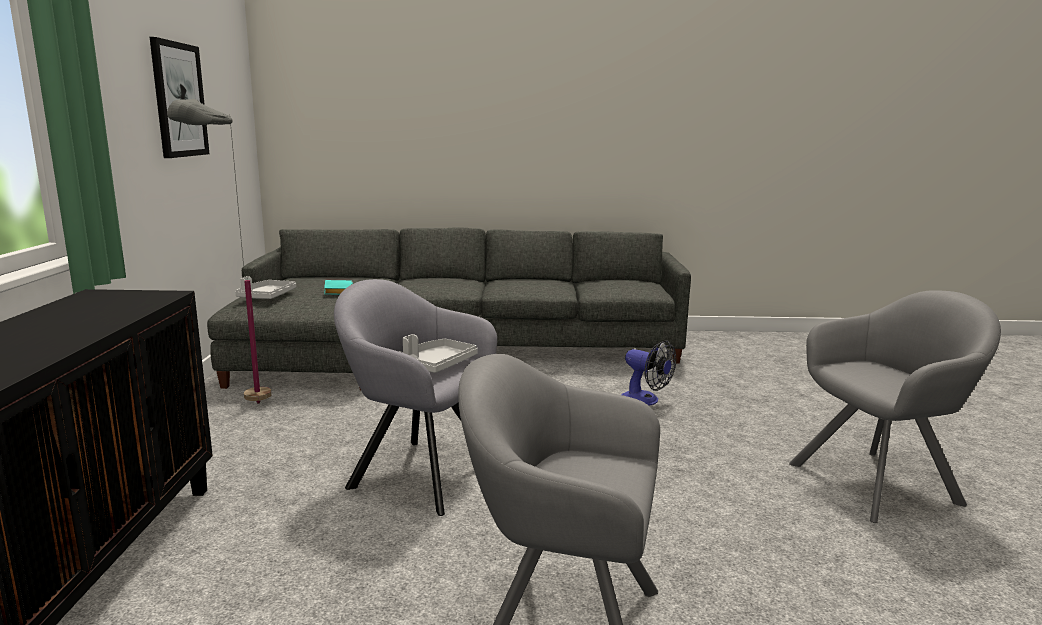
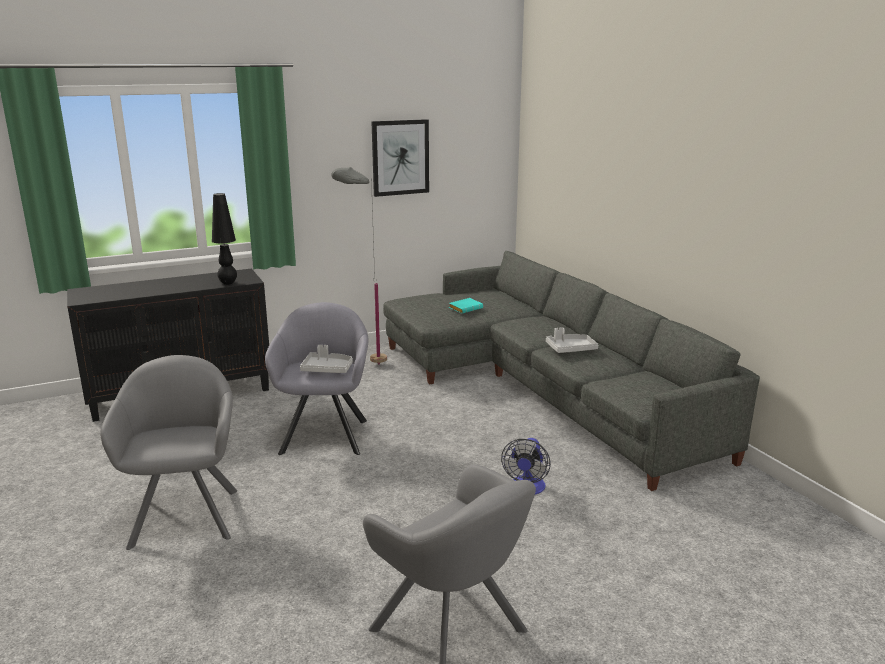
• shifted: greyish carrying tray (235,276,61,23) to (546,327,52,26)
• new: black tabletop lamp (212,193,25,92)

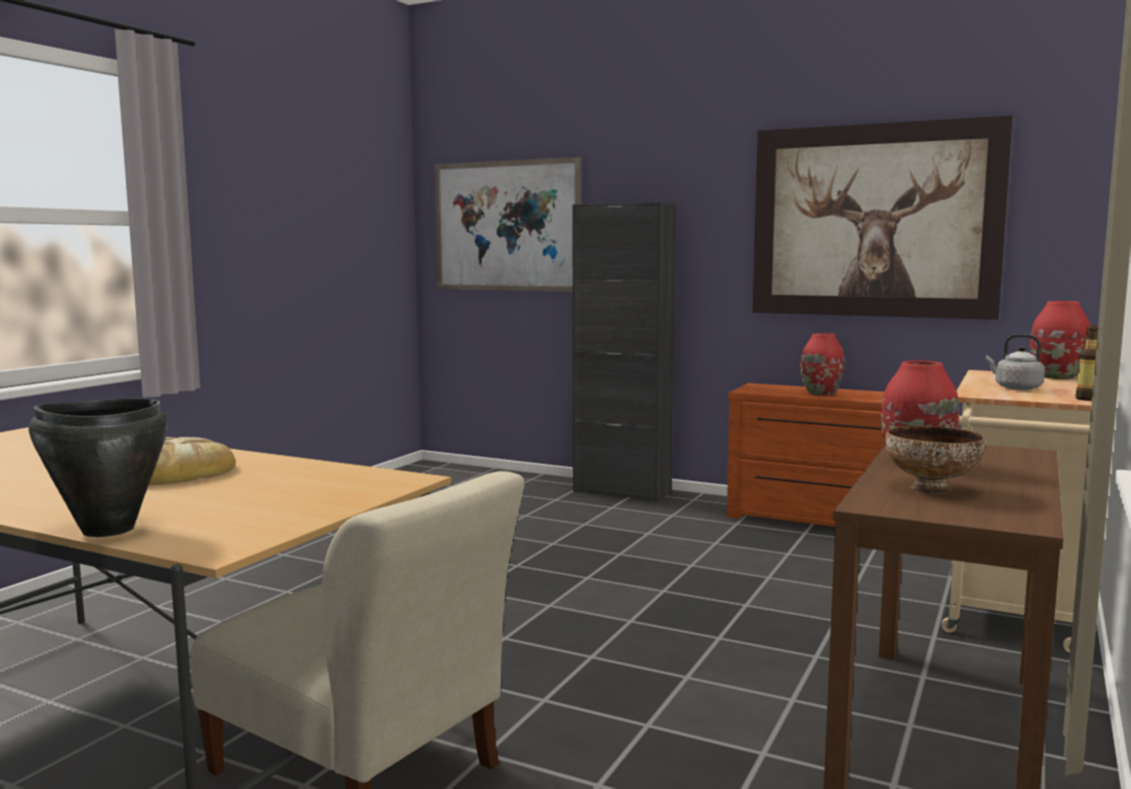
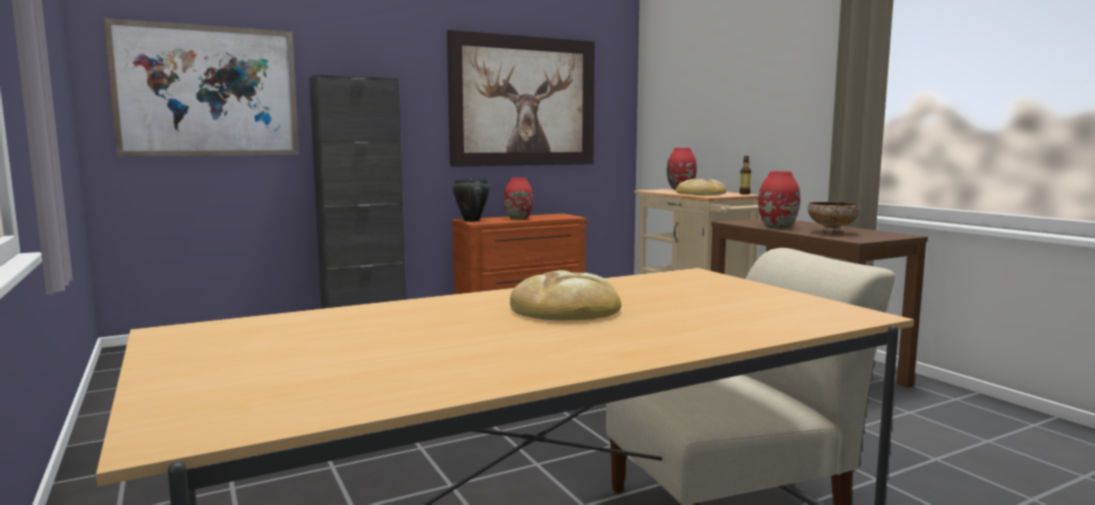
• shifted: black saucepot (29,398,139,139) to (452,179,38,43)
• swapped: greyish water kettle (986,334,59,56) to bakery bread (676,179,51,16)

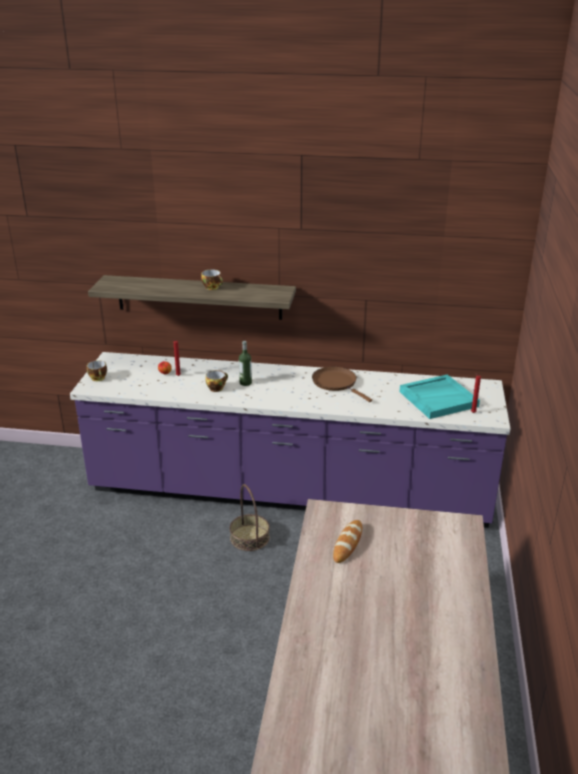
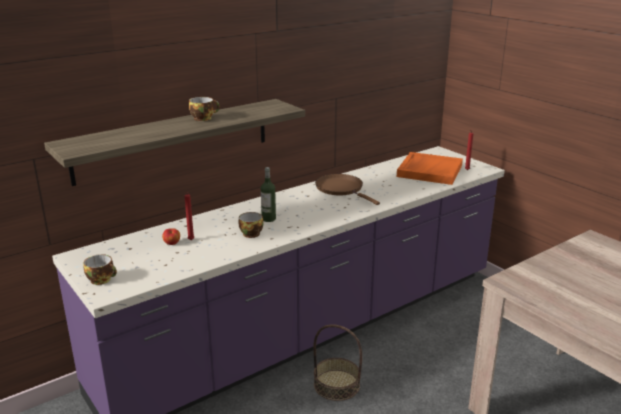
• rotated: brownish skillet (312,367,60,35) = (315,174,65,31) 45 degrees clockwise
• gone: bakery bread (333,520,29,43)
• repainted: turquoise-coloured carrying tray (400,374,80,45) to orange-coloured carrying tray (397,152,66,33)

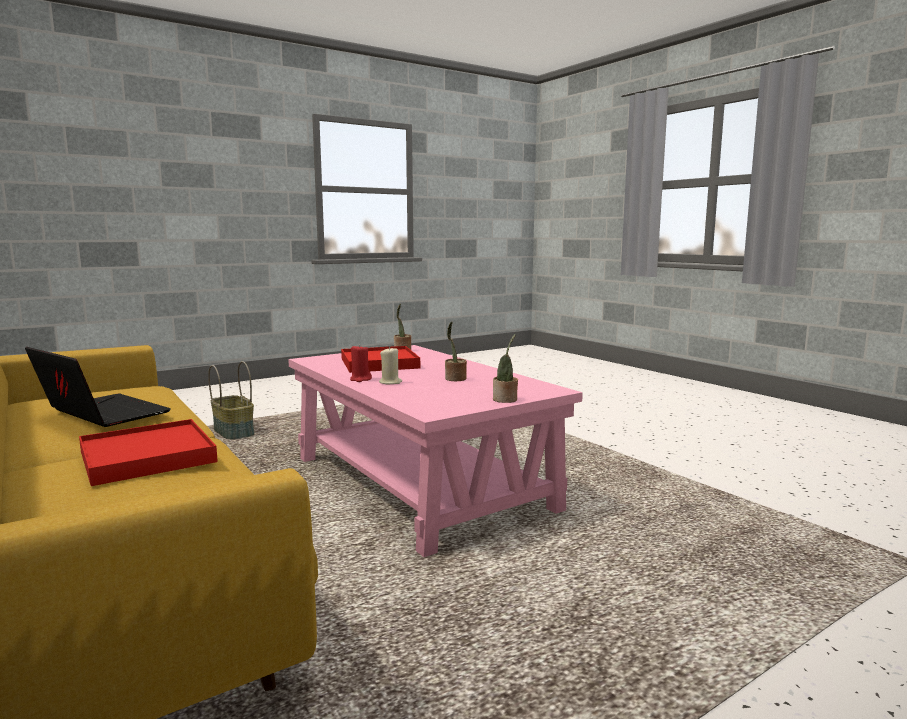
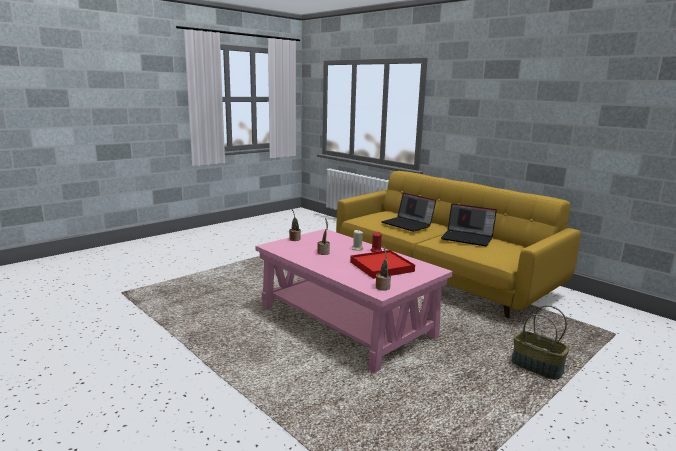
• swapped: red carrying tray (79,419,139,67) to portable computer (381,193,55,39)

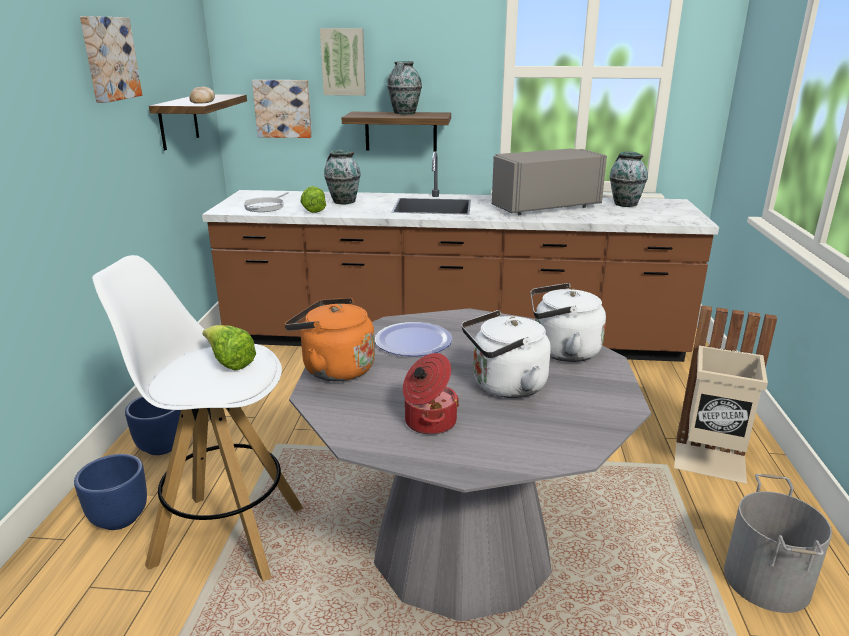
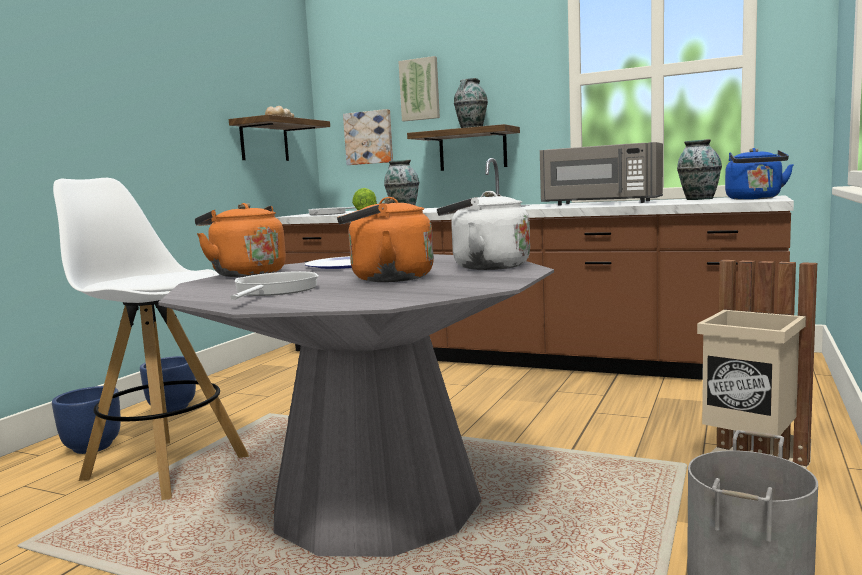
• gone: picture (80,16,62,87)
• gone: lettuce head (202,325,54,46)
• swapped: saucepot (403,353,56,82) to skillet (230,271,88,29)
• repainted: white-coloured water kettle (461,310,90,88) to orange-coloured water kettle (337,197,97,85)
• rotated: greyish microwave (492,148,115,68) = (540,142,123,64) 150 degrees counterclockwise
• new: blue water kettle (725,148,69,52)

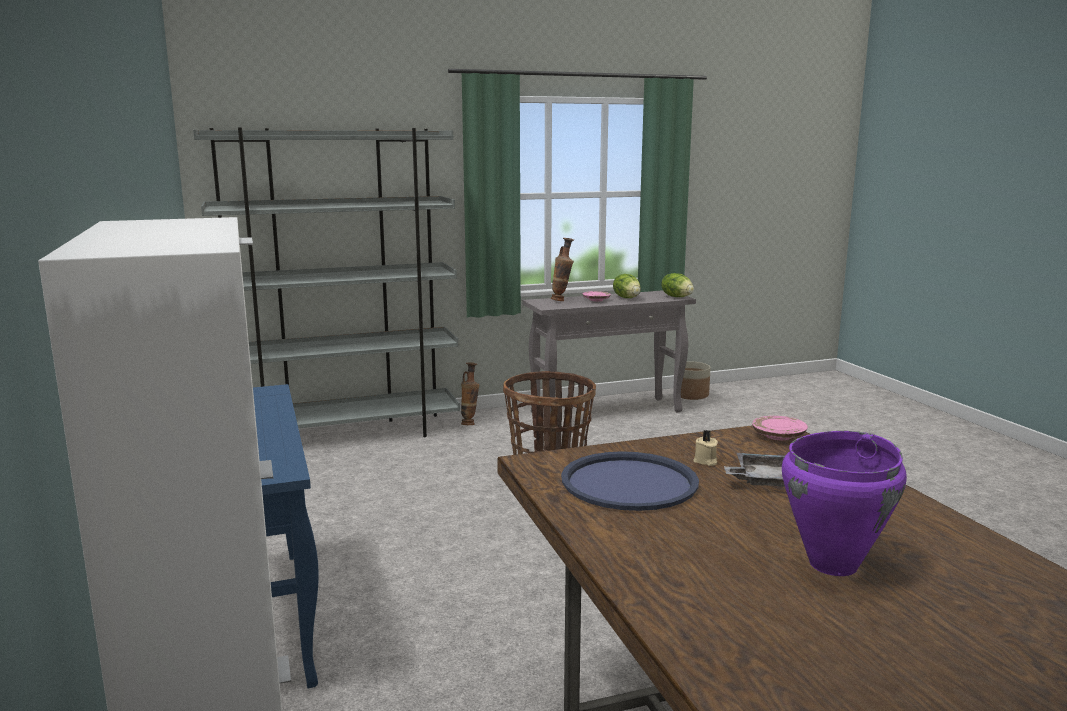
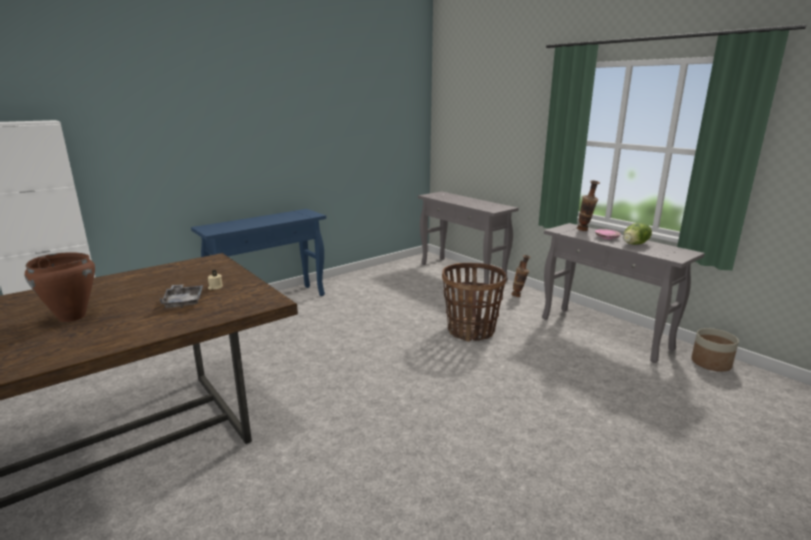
• swapped: greyish bookcase (193,127,267,310) to greyish hall table (418,191,101,93)
• gone: blue carrying tray (561,451,138,60)
• gone: lettuce head (661,273,33,24)
• gone: pink-coloured flat dish (752,416,56,24)
• repainted: purple saucepot (782,431,125,145) to brownish saucepot (25,252,70,70)

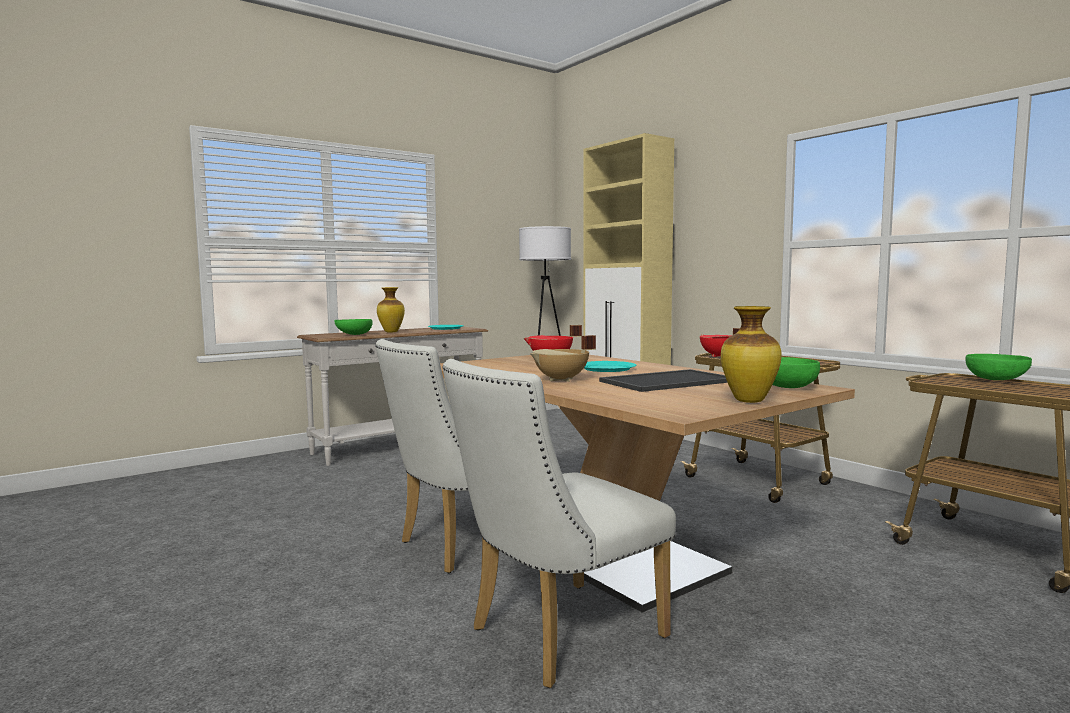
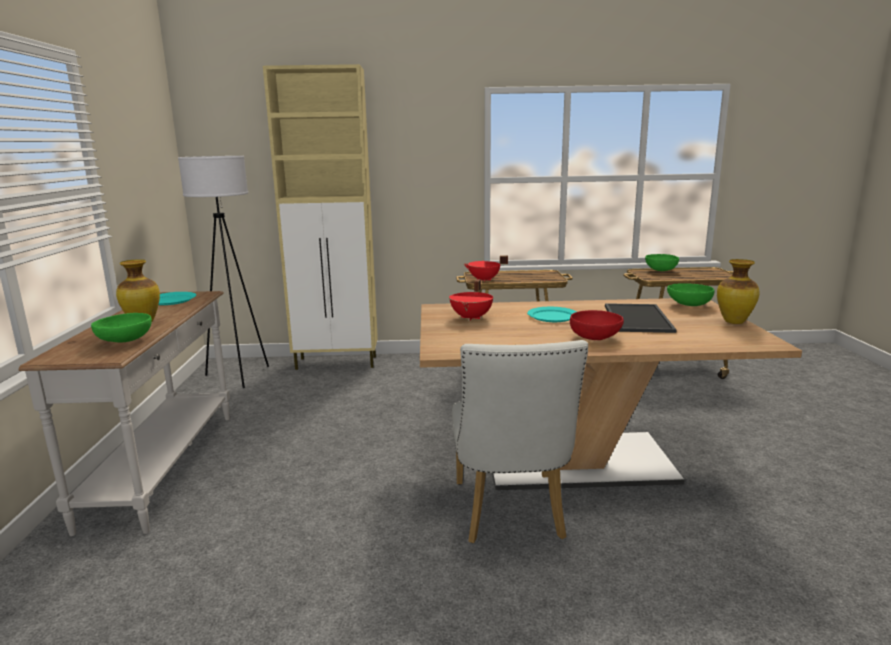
• gone: white-coloured plain chair (443,359,233,329)
• swapped: beige saucepot (530,335,66,47) to red bowl (570,310,54,30)

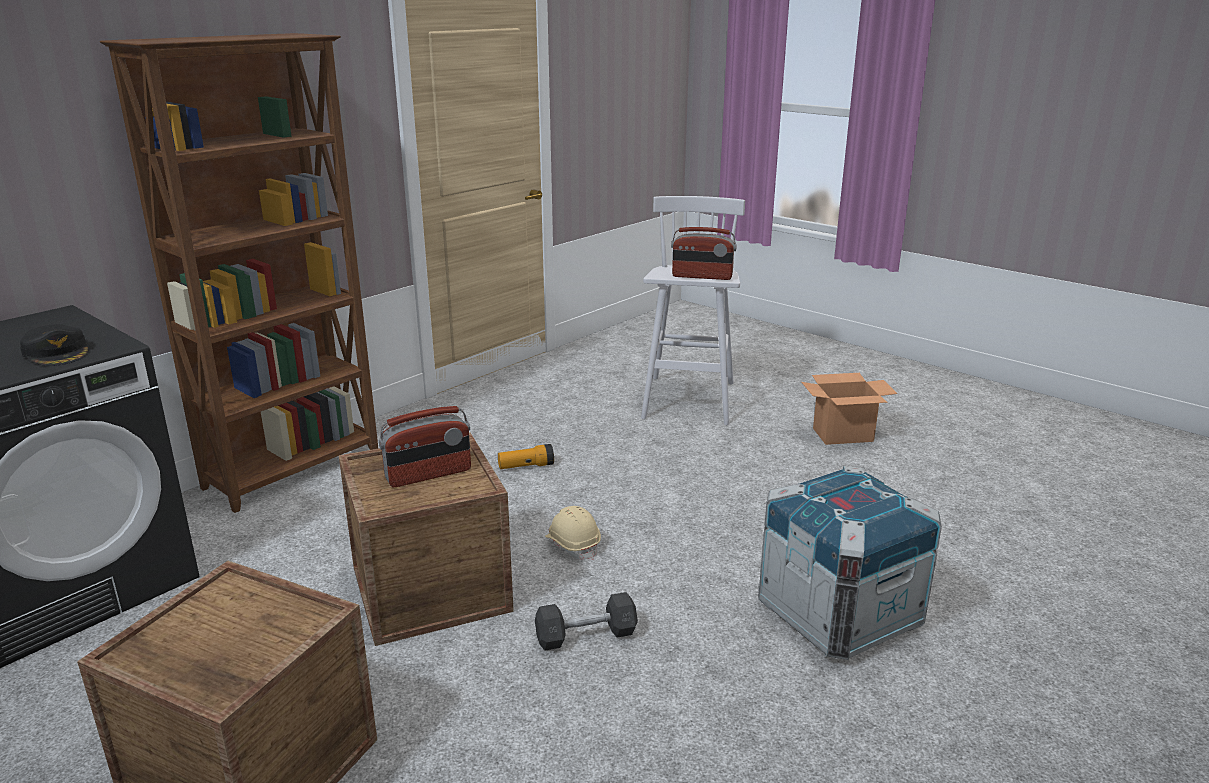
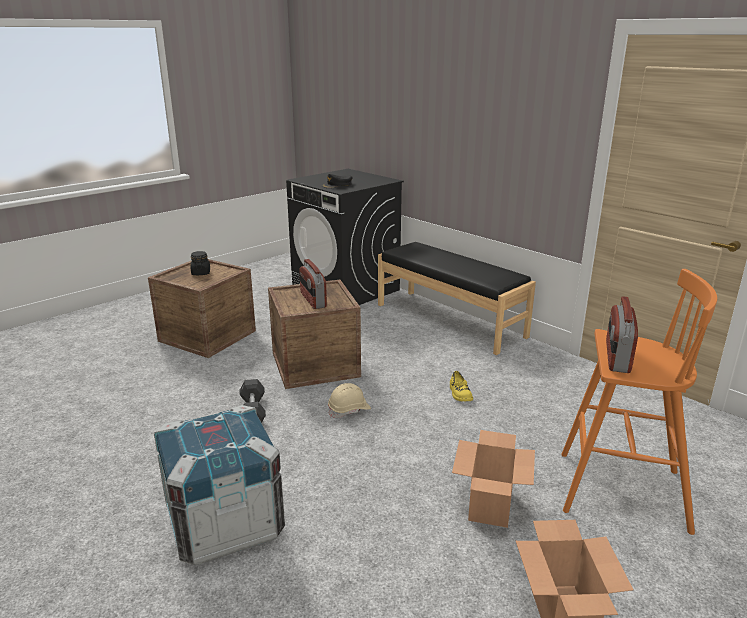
• swapped: brownish bookcase (100,33,278,480) to black indoor bench (378,242,158,113)
• swapped: torch (498,444,56,25) to yellowish shoe (450,371,23,31)
• repainted: white-coloured stool seat (641,196,104,229) to orange-coloured stool seat (561,269,156,266)
• new: black preserve jar (190,251,20,24)
• new: carton (452,430,83,98)

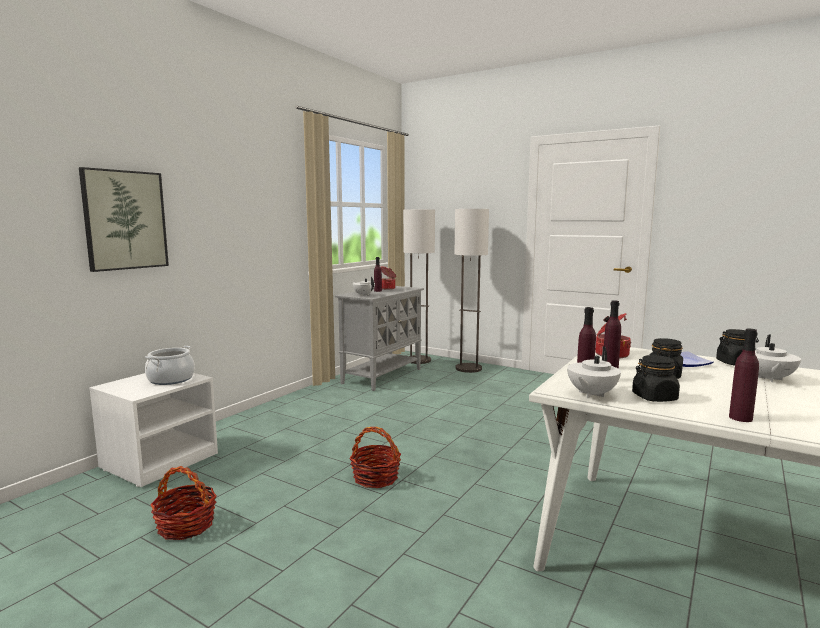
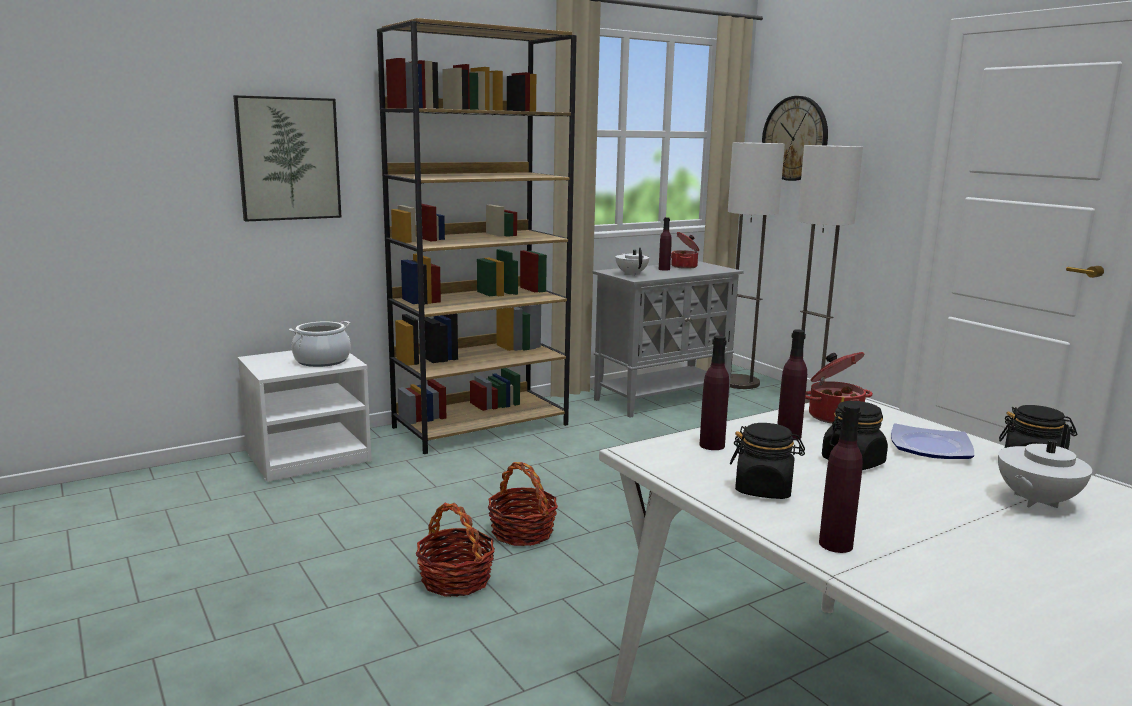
• shifted: basket (150,466,67,74) to (416,502,79,95)
• gone: white-coloured teapot (567,346,54,52)
• new: brownish bookcase (377,18,200,436)
• new: wall clock (762,96,66,85)

